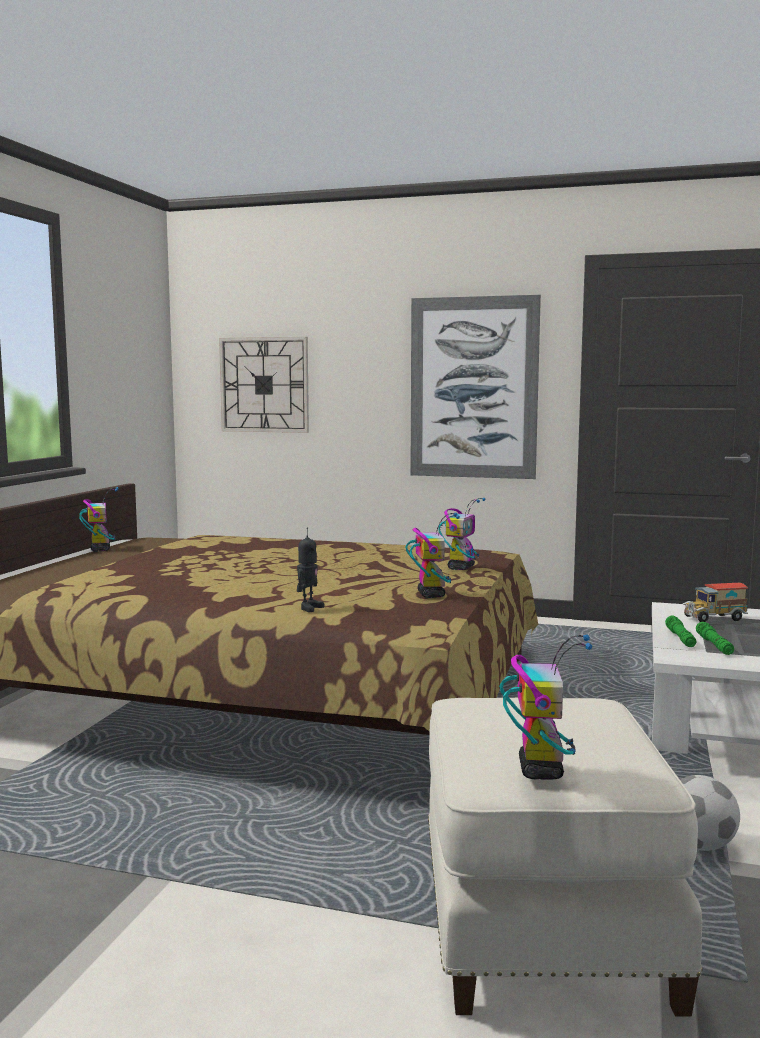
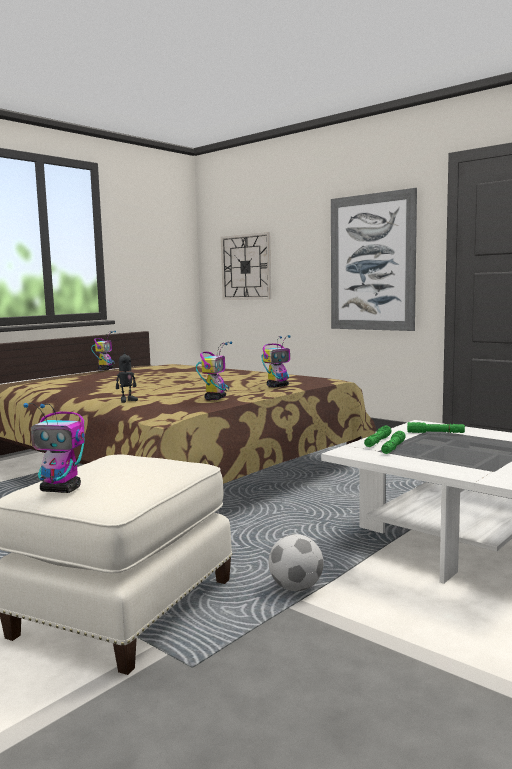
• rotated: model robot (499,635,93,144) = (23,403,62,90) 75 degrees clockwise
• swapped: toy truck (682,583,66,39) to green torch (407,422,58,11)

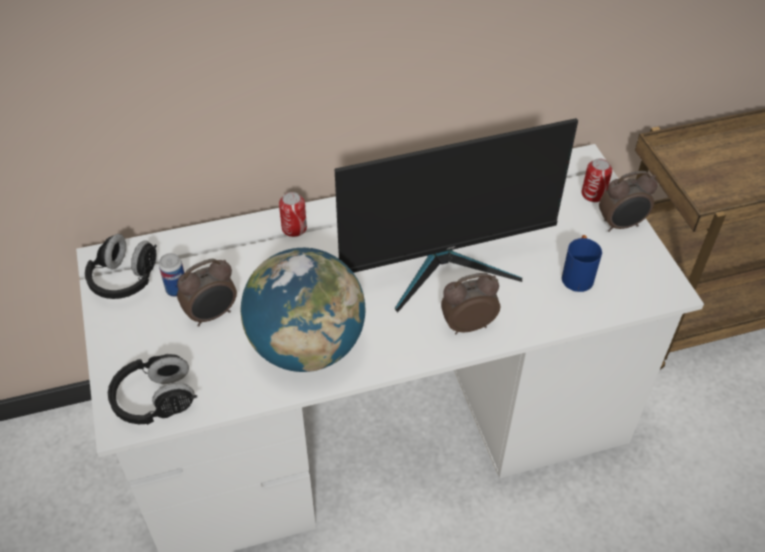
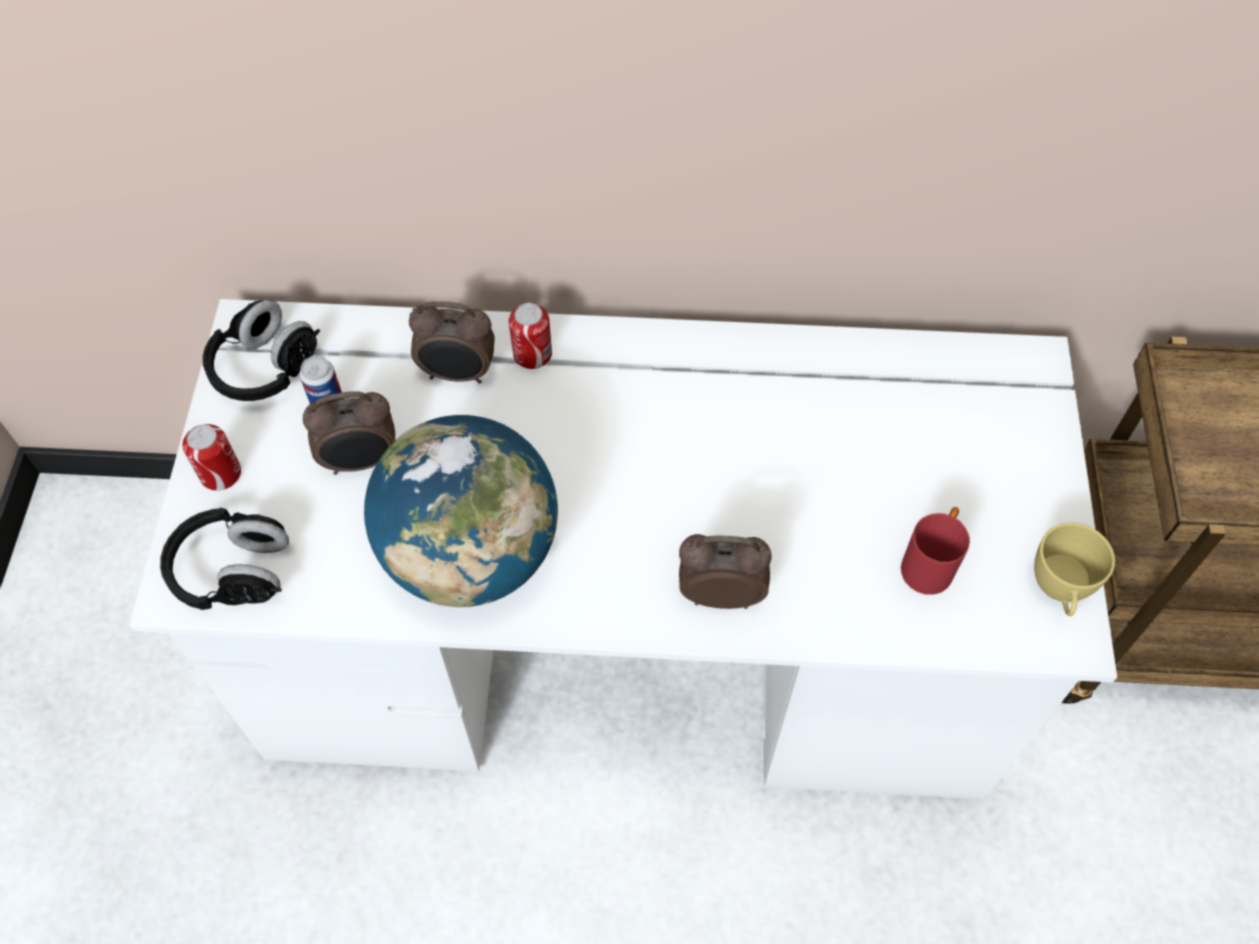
• gone: monitor (335,118,243,194)
• repainted: blue coffee mug (562,235,40,57) to red coffee mug (901,507,69,88)
• shifted: sealed can (581,158,31,44) to (182,424,59,66)
• shifted: table clock (599,171,59,61) to (409,301,86,83)
• new: yellowish cup (1034,523,81,93)

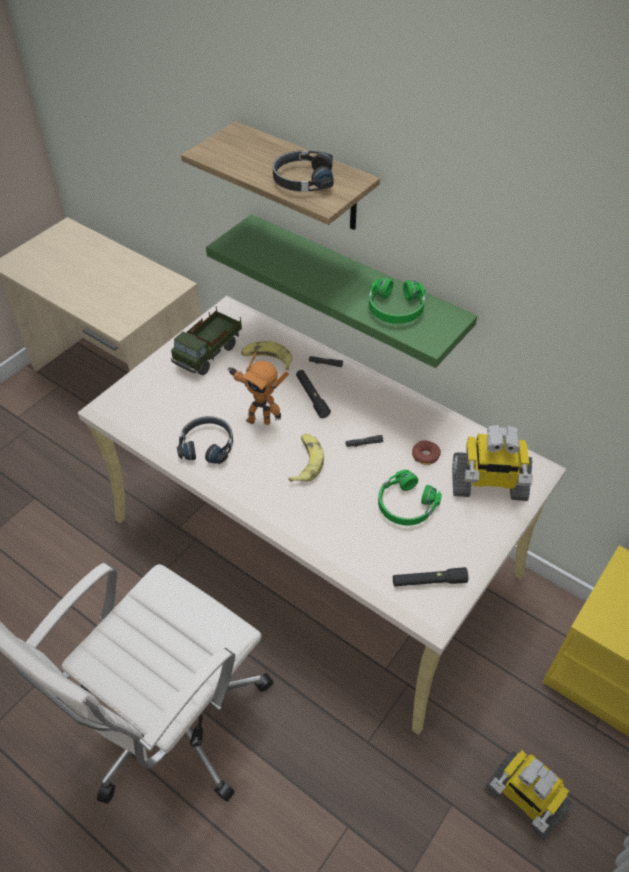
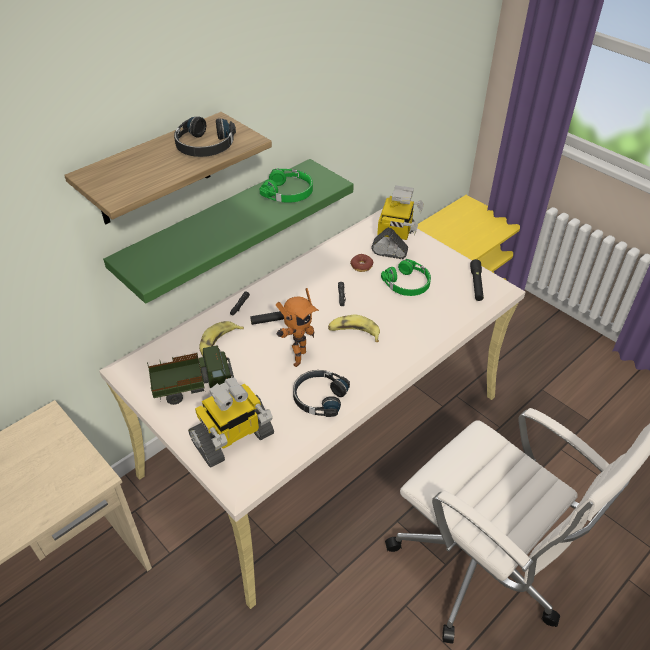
• rotated: toy truck (171,306,71,69) = (147,346,87,59) 60 degrees counterclockwise
• shifted: model robot (485,751,87,89) to (188,377,86,91)

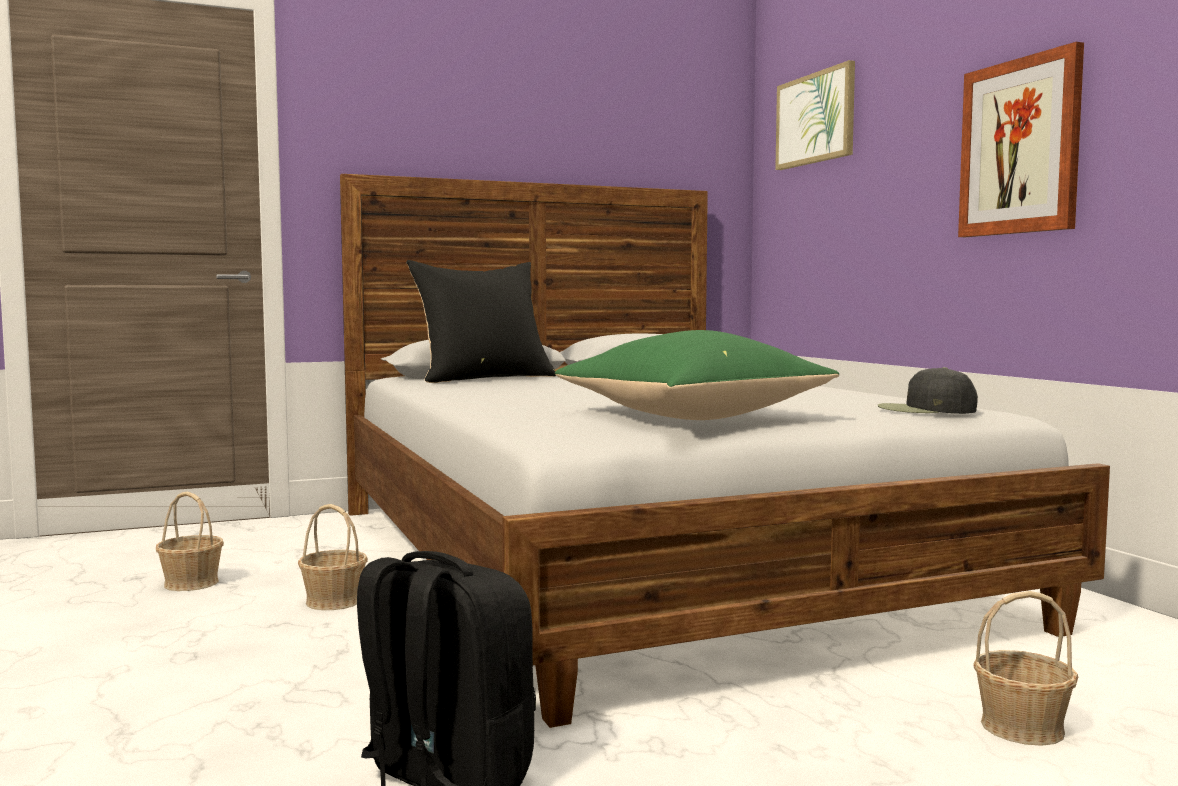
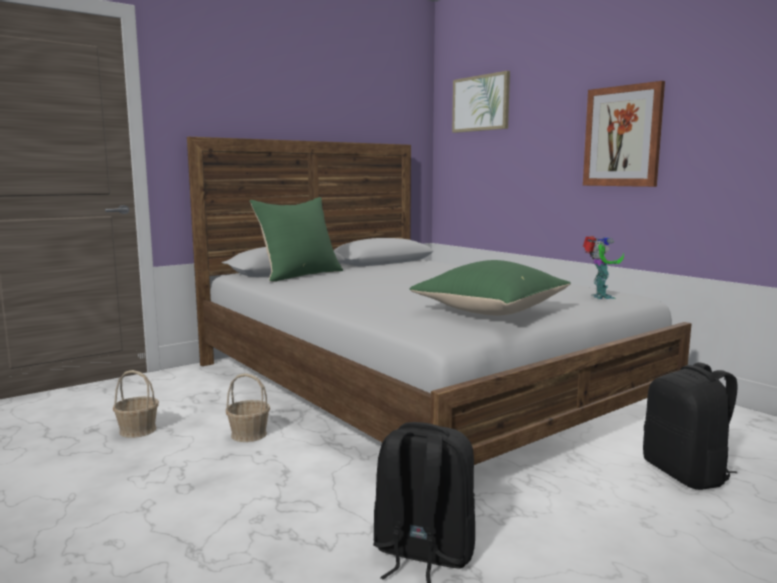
• repainted: black cushion (406,260,150,123) to green cushion (249,197,94,85)
• swapped: black cap (877,367,101,47) to model robot (583,236,41,63)
• swapped: basket (973,591,105,155) to black knapsack (643,362,95,128)

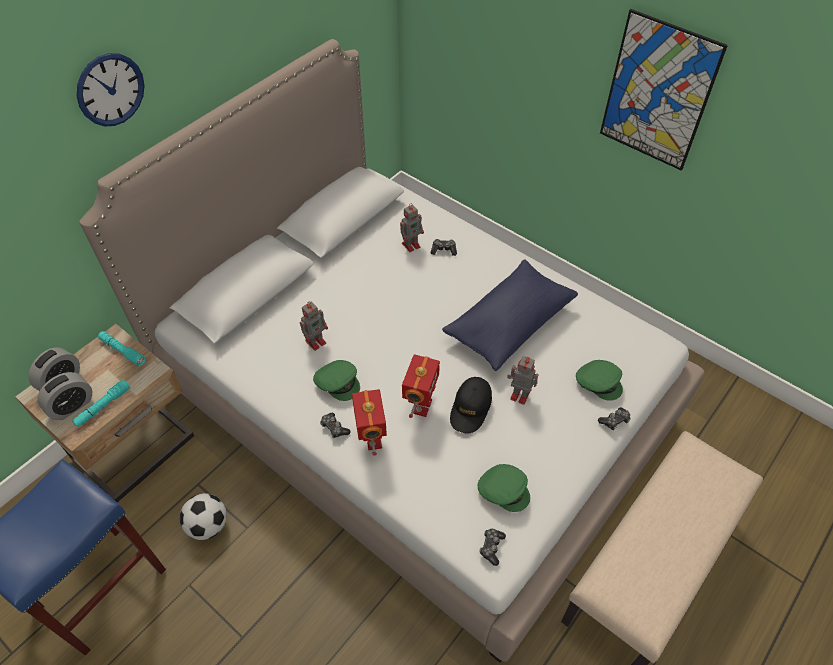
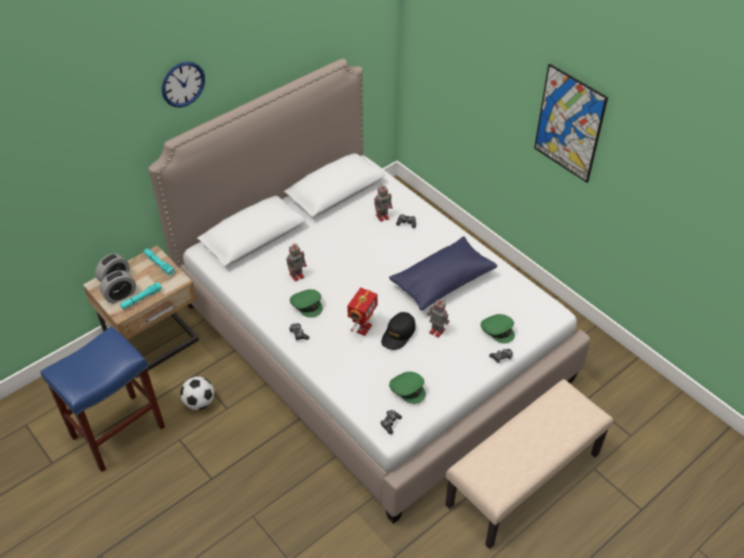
• gone: model robot (352,389,35,67)

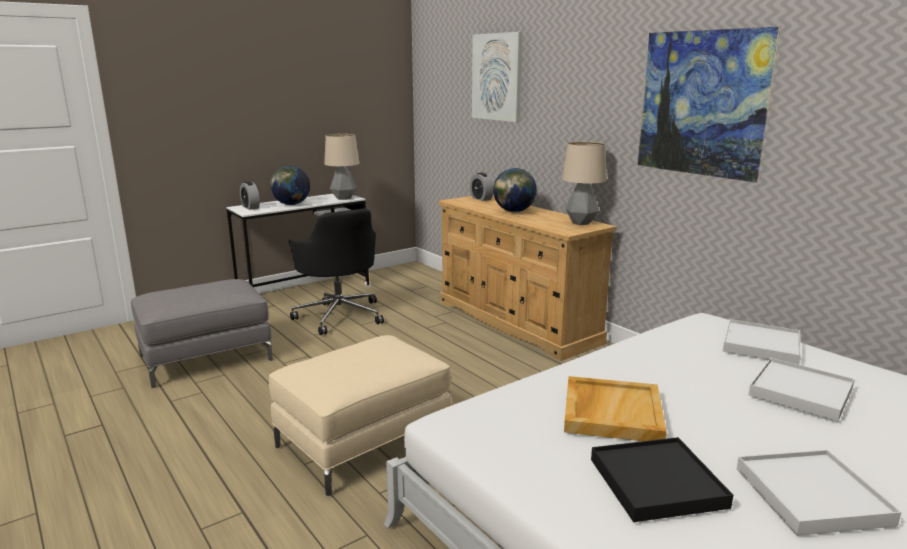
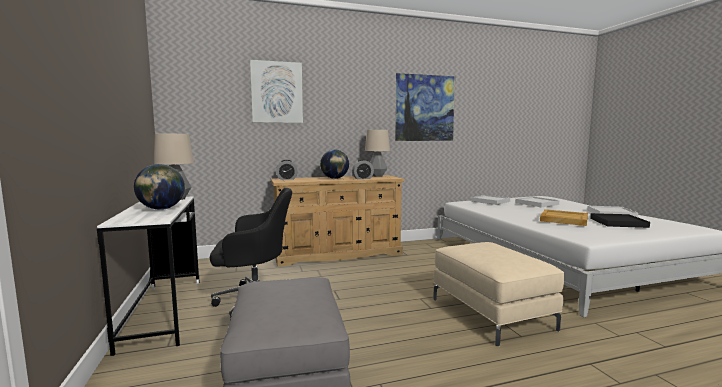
• shifted: table clock (240,181,20,29) to (352,159,22,20)

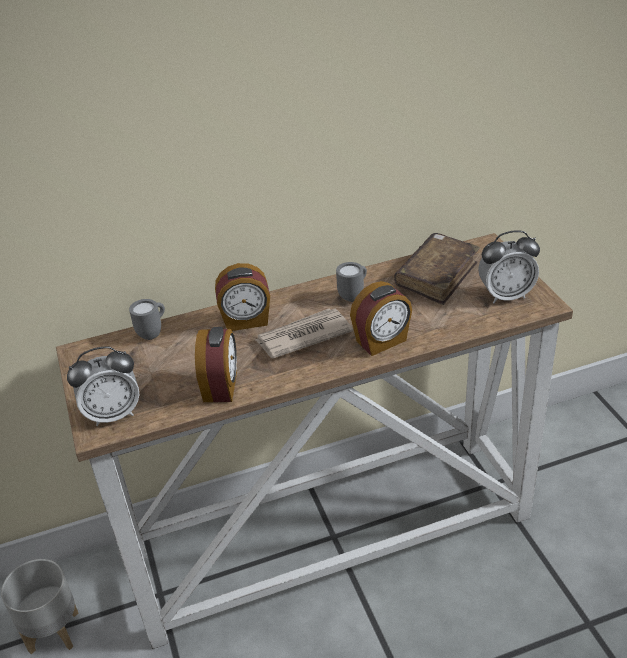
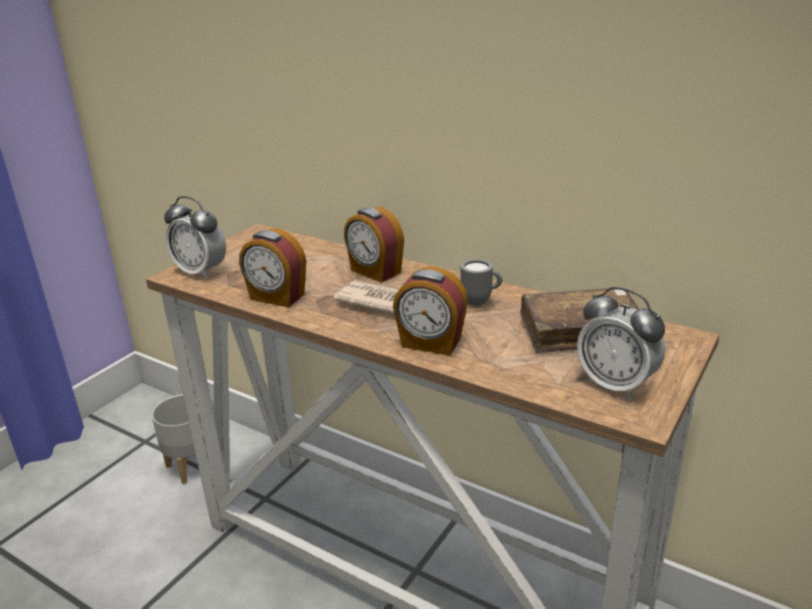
• gone: greyish coffee mug (129,299,36,41)
• rotated: table clock (195,327,42,75) = (239,228,67,79) 60 degrees clockwise

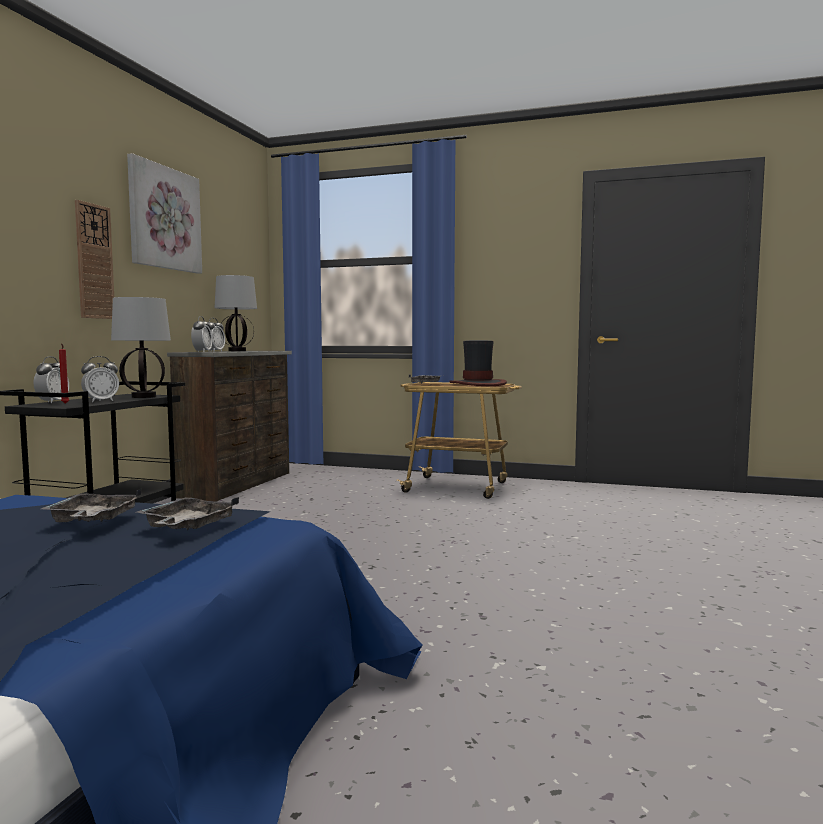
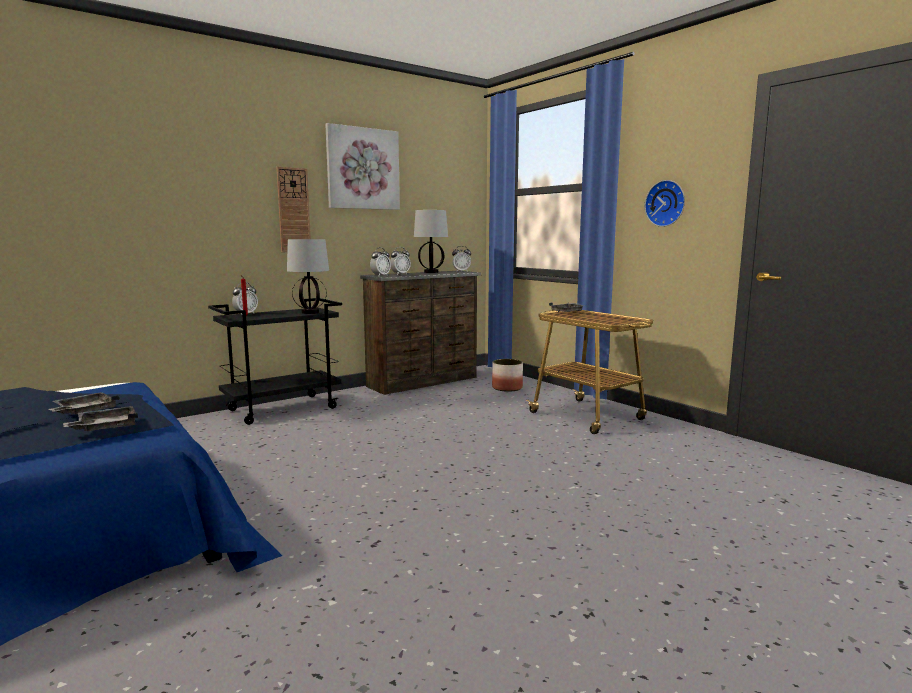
• shifted: table clock (81,356,38,46) to (452,246,19,26)
• gone: clothing hat (449,340,58,46)
• new: flower pot (492,359,31,33)
• new: wall clock (645,180,40,47)

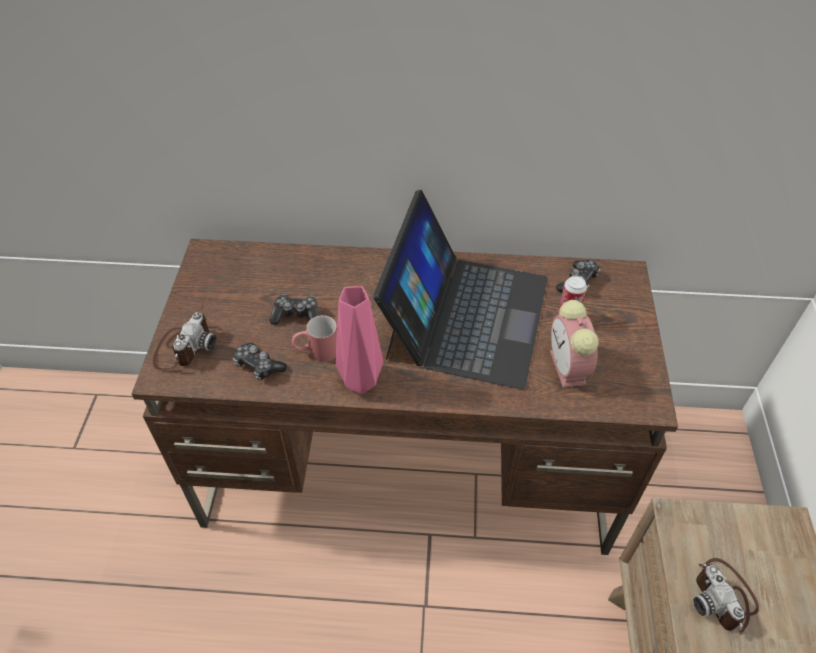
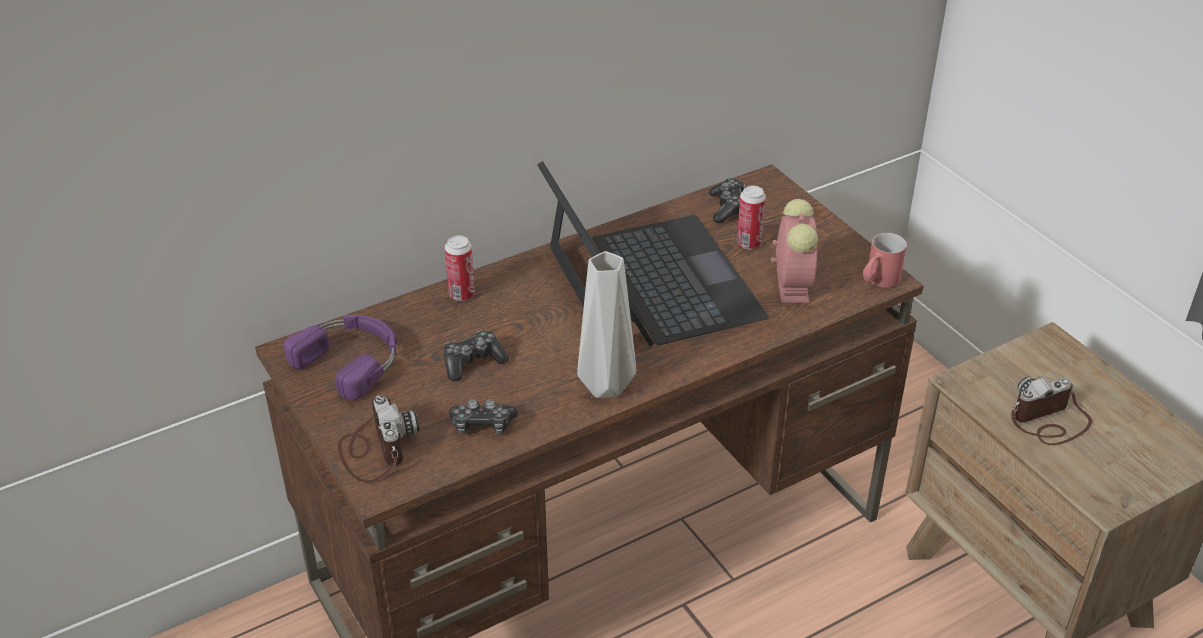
• shifted: red coffee mug (292,315,45,47) to (863,233,44,55)
• repainted: pink-coloured vase (335,286,48,108) to greyish vase (577,251,59,147)
• rotated: table clock (550,300,49,88) = (771,199,47,104) 135 degrees counterclockwise
• rotated: photo camera (693,558,66,77) = (1011,376,81,69) 120 degrees clockwise
• new: purple headphones (284,315,113,85)
• new: sealed can (445,235,30,66)

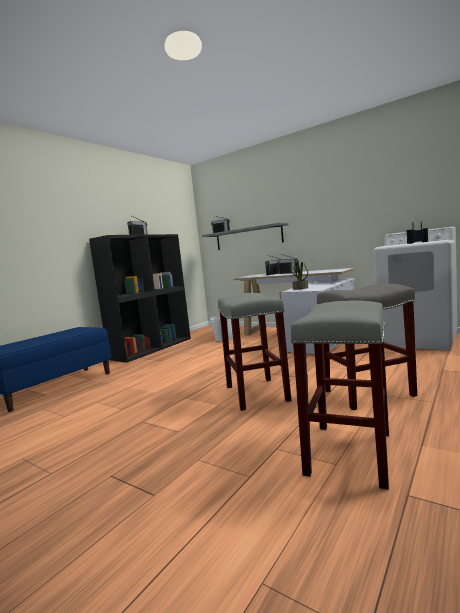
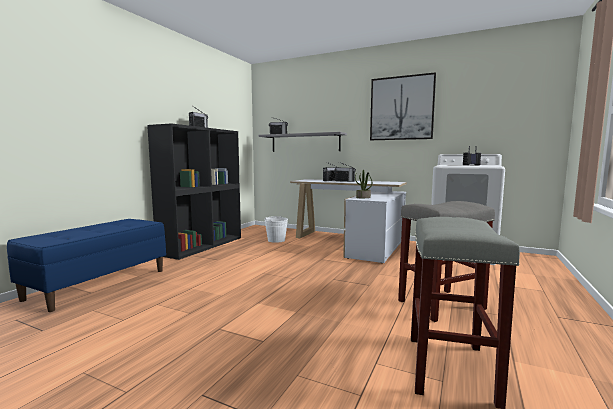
• gone: greyish stool seat (218,293,74,118)
• new: picture (370,72,66,68)

